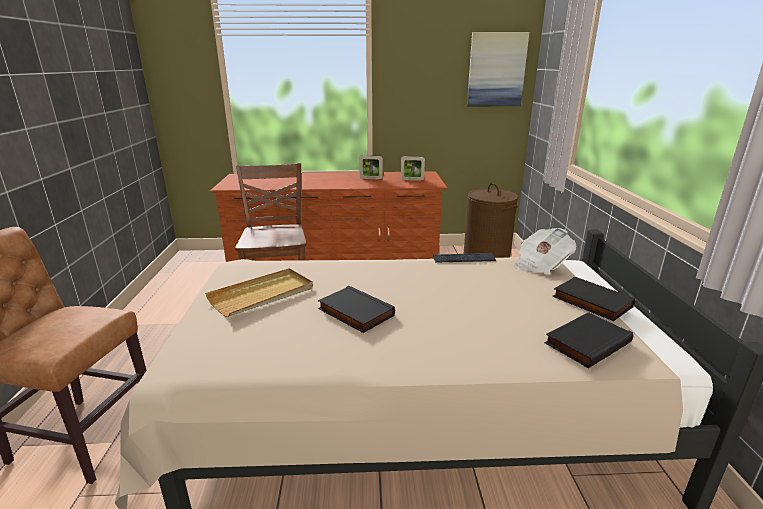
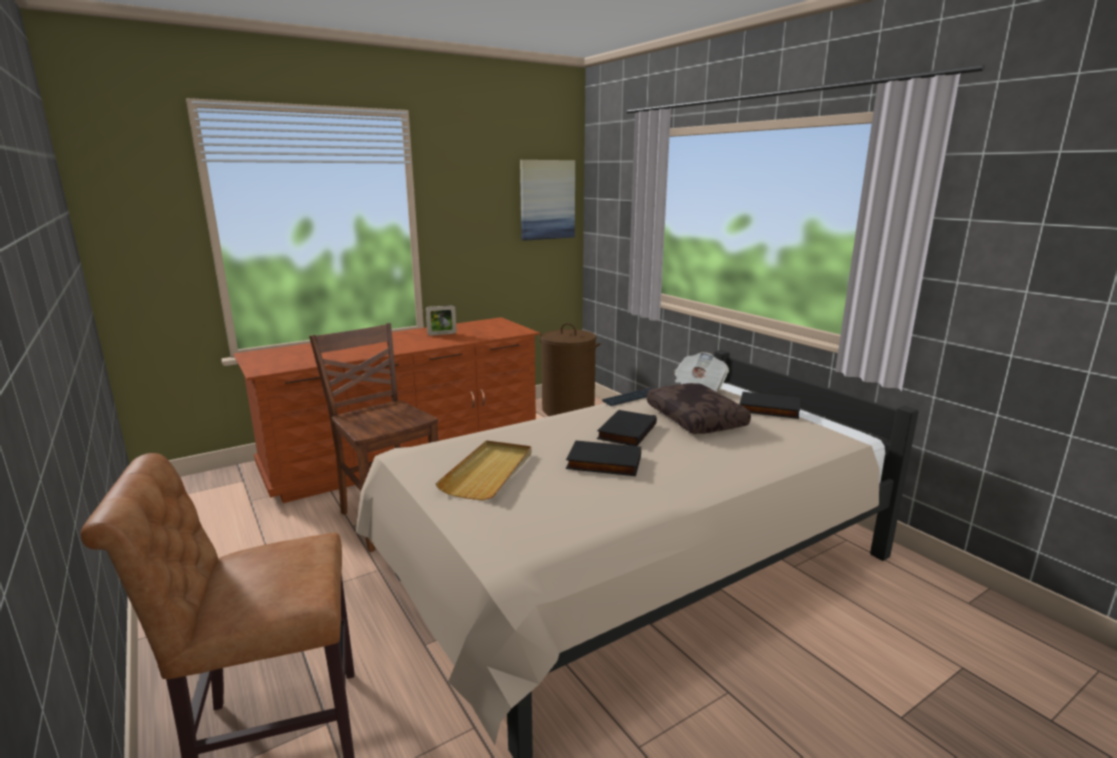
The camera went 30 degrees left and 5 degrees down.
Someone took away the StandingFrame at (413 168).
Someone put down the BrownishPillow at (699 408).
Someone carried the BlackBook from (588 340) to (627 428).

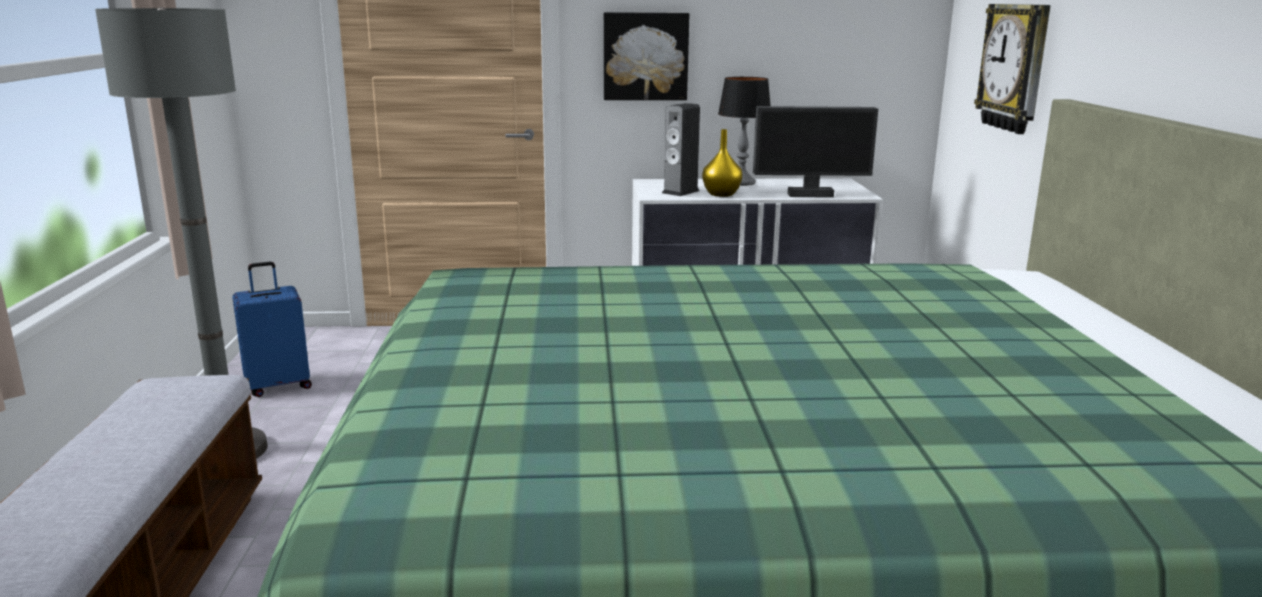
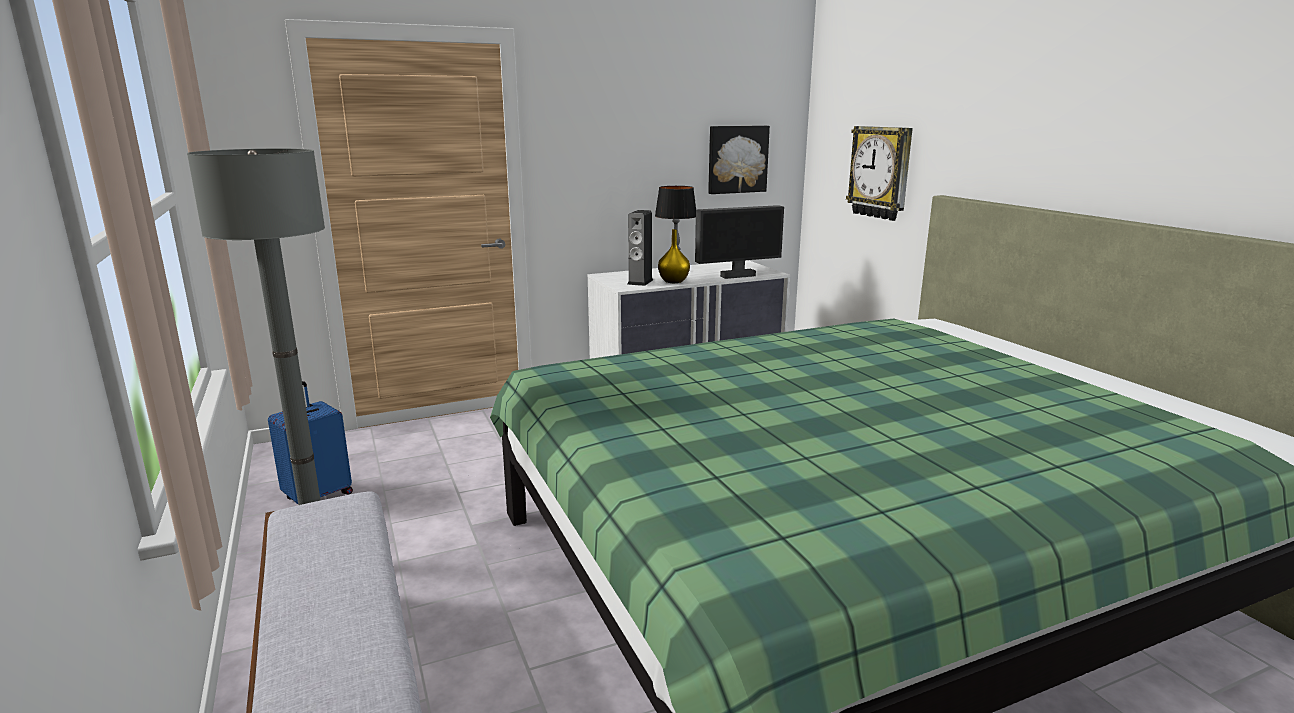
The camera went 20 degrees left and 0 degrees up.
Someone carried the WallArt from (646 56) to (739 160).

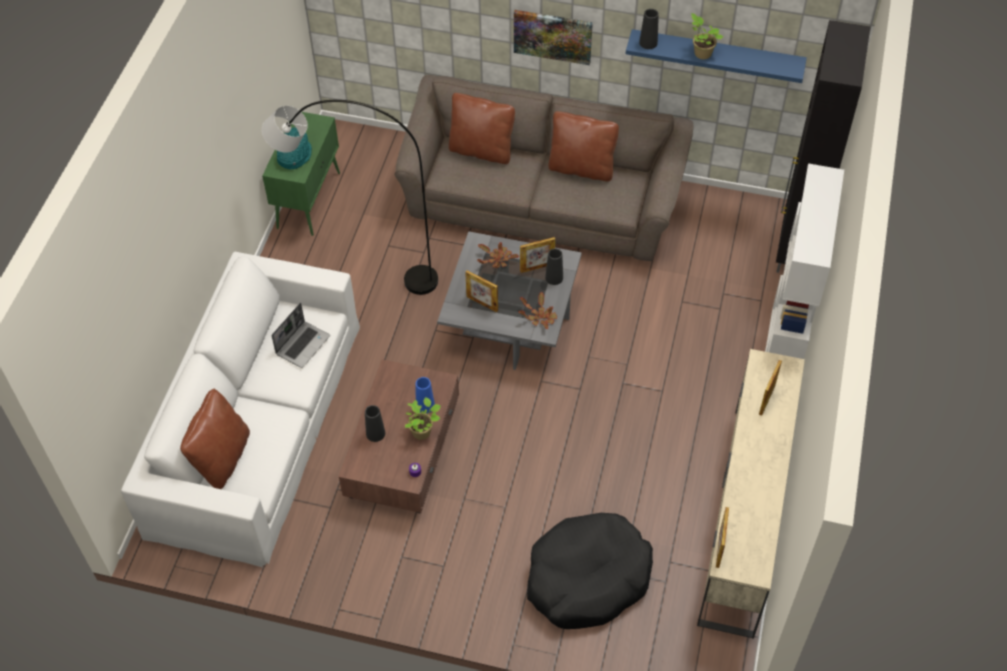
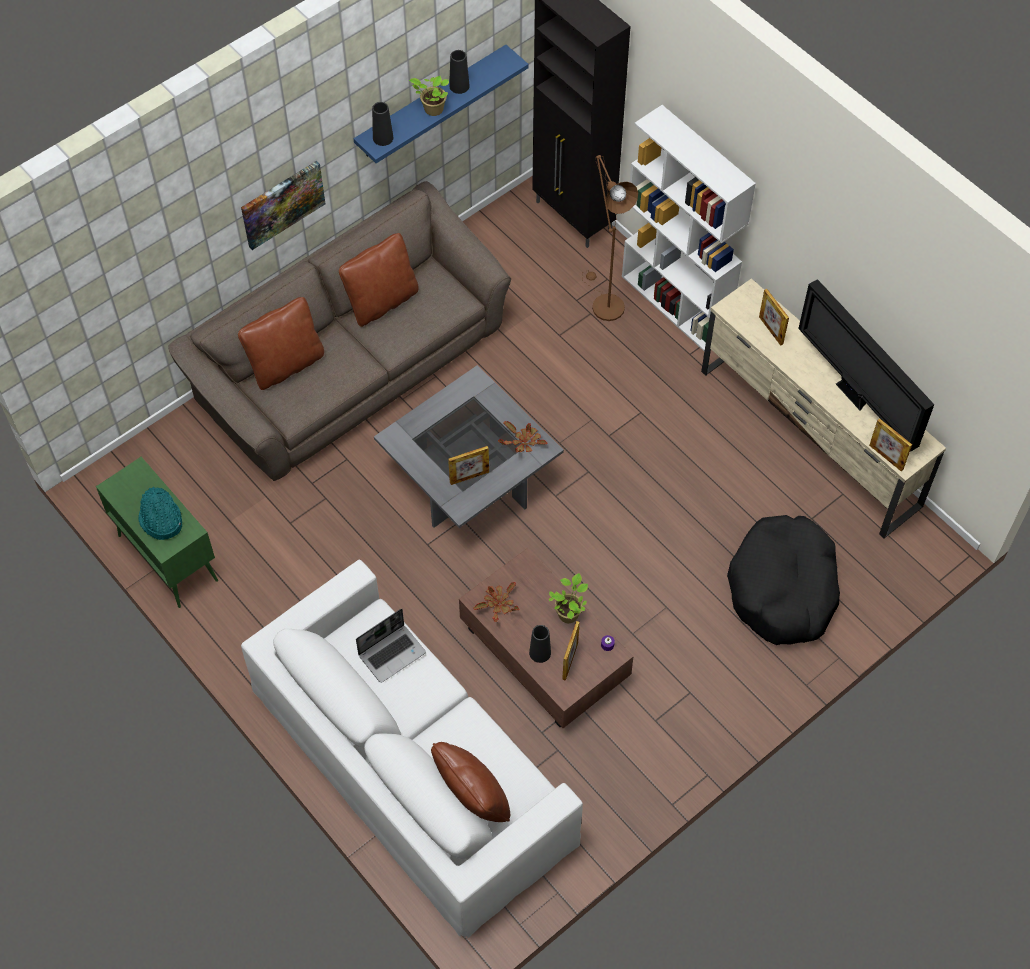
The camera went 55 degrees left and 5 degrees up.
Someone took away the GreyStandingLamp at (350 197).
Someone took away the BluishFlowerVase at (425 395).
Someone put down the BrownishStandingLamp at (610 238).
Someone put down the Television at (866 365).
Someone carried the PottedPlant from (498 255) to (496 602).
Someone carried the StandingFrame from (537 255) to (571 651).
Someone carried the BlackFlowerVase from (554 266) to (459 72).
Someone rotated the Laptop at (301 335) by 75 degrees clockwise.

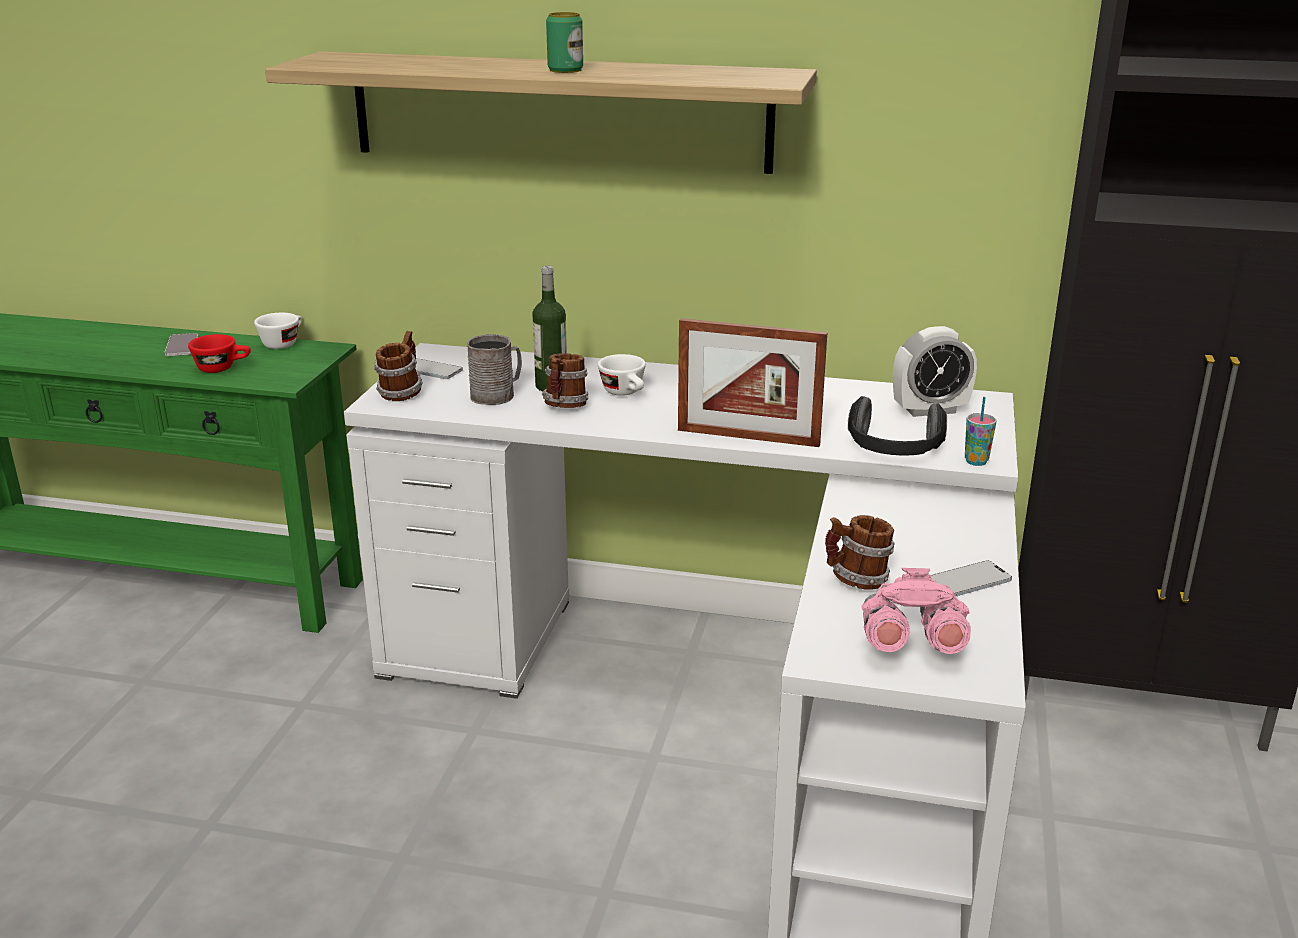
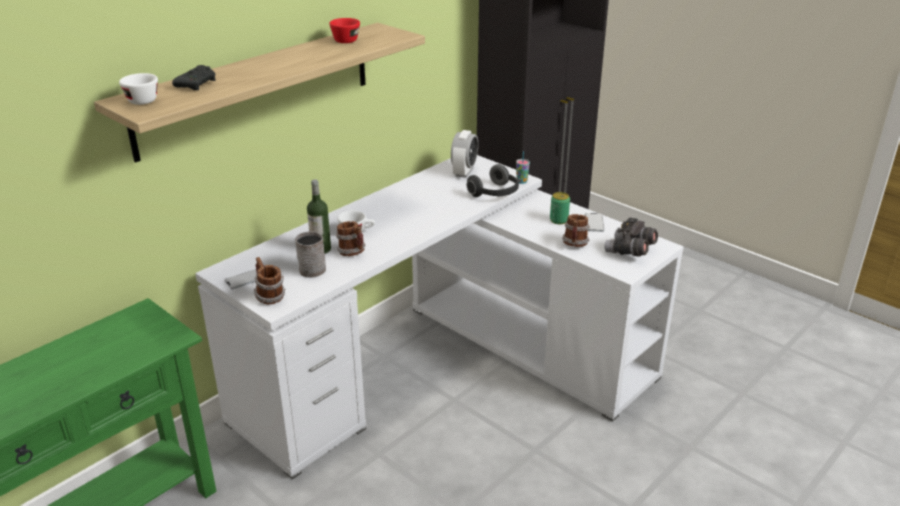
The camera went 60 degrees left and 5 degrees up.
Someone took away the Telephone at (181 344).
Someone took away the StandingFrame at (752 382).
Someone put down the BlackJoypad at (194 77).
Someone carried the ReddishDrinkingCup from (219 353) to (344 30).
Someone carried the WhitishDrinkingCup from (278 331) to (138 89).
Someone carried the Can from (564 42) to (560 208).
Someone repainted the PinkishBinoculars at (916 611), which became the GreyBinoculars at (631 237).

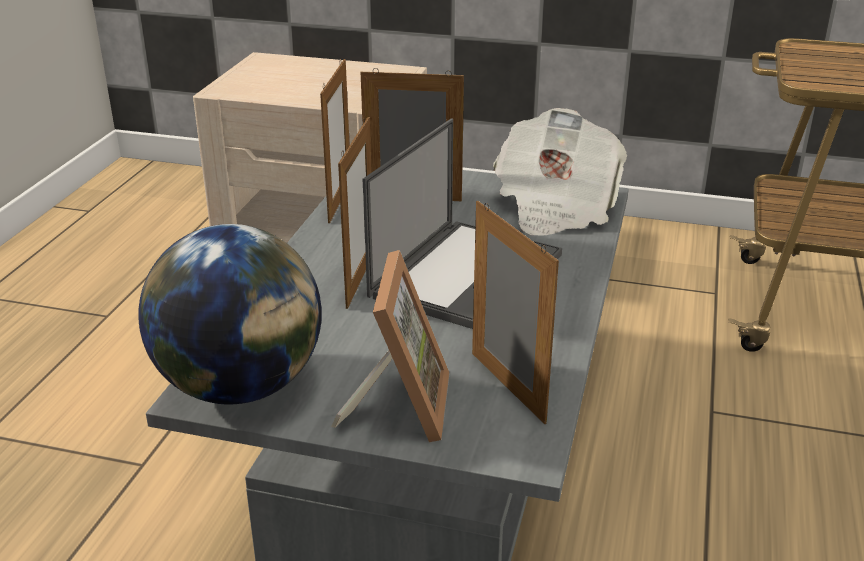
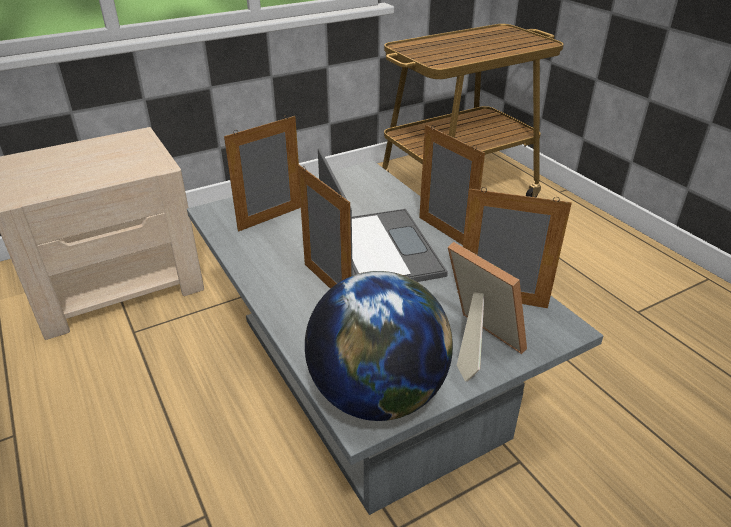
The camera went 45 degrees left and 5 degrees up.
Someone took away the PrintedPaper at (560 172).
Someone carried the StandingFrame from (335 141) to (452 185).

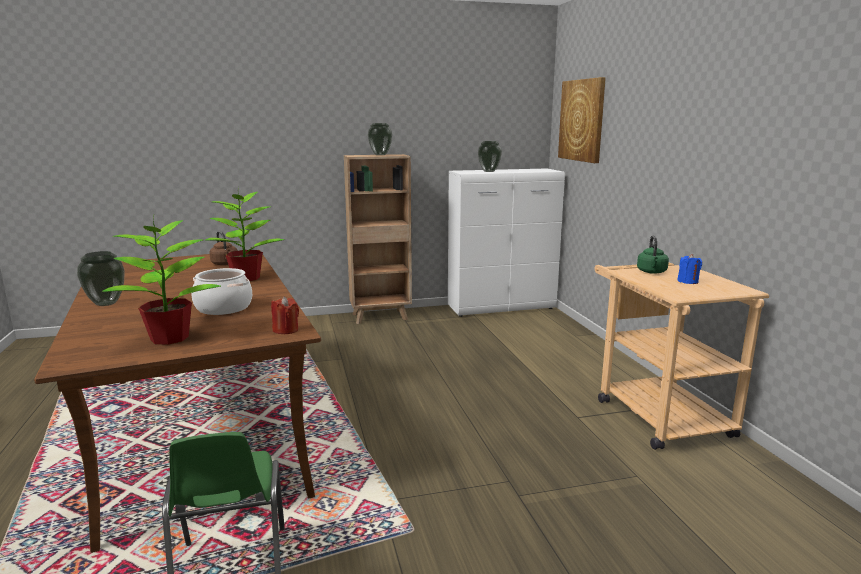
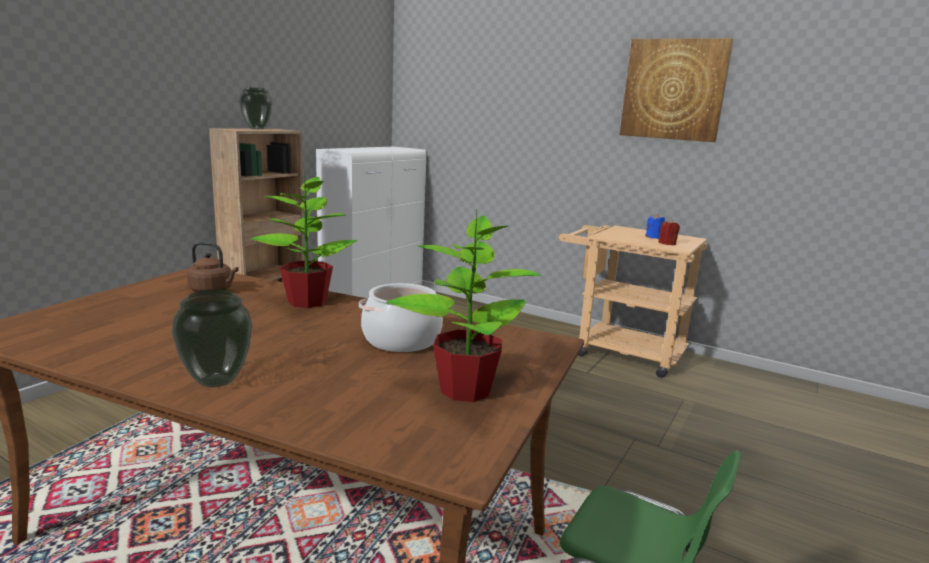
The camera went 45 degrees left and 0 degrees up.
Someone took away the FlowerVase at (490 156).
Someone took away the GreenishTeaKettle at (653 255).
Someone carried the ReddishWaxCandle from (285 315) to (669 232).
Someone carried the WallArt from (582 120) to (677 90).

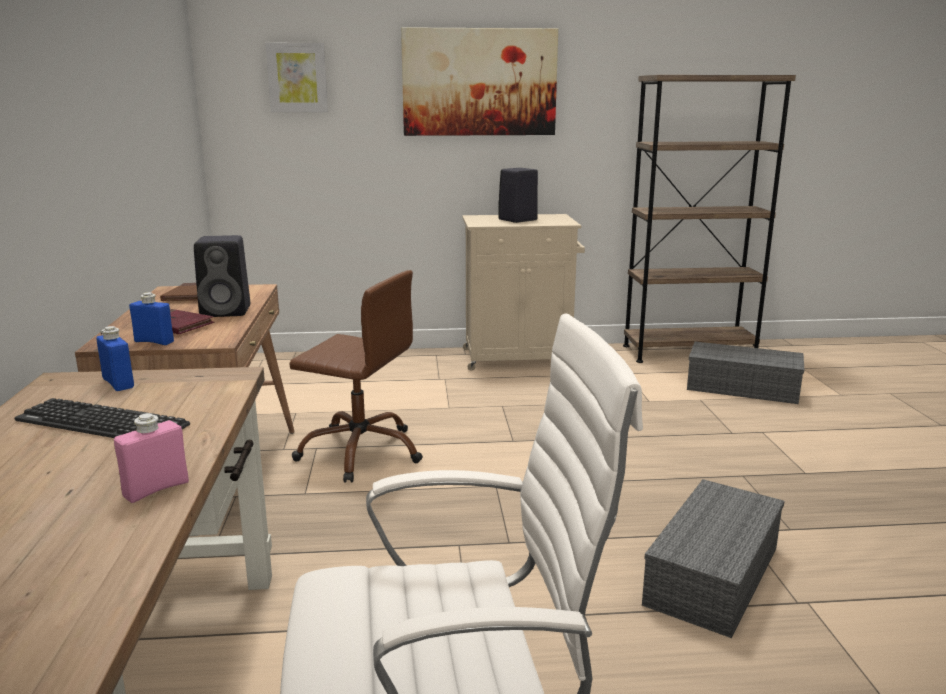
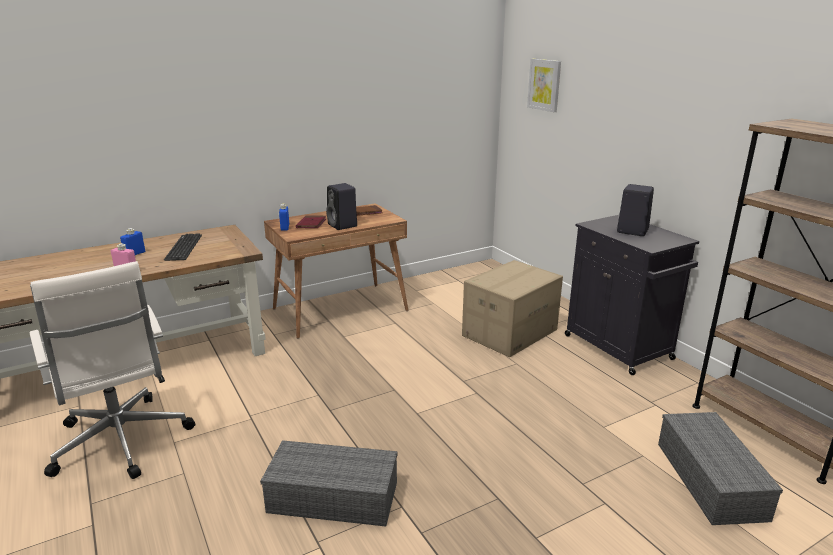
The camera went 65 degrees right and 5 degrees up.
Someone took away the BrownishDeskChair at (356 376).
Someone took away the WallArt at (479 81).
Someone put down the CardboardBox at (512 308).
Someone carried the BluishDrinkBottle from (115 358) to (133 241).
Someone repainted the BeigeCabinet at (523 292), which became the BlackCabinet at (632 295).

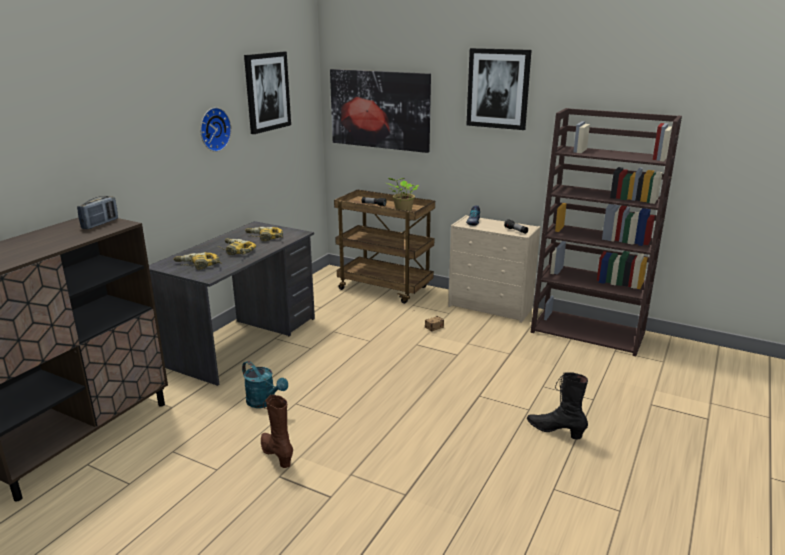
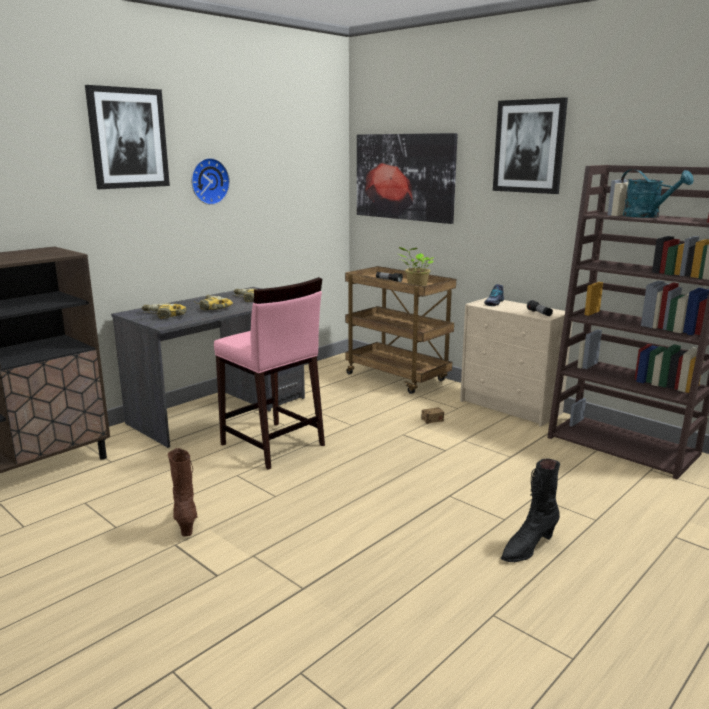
The camera went 15 degrees right and 5 degrees down.
Someone took away the RadioSet at (97 212).
Someone put down the PinkishSittingStool at (269 373).
Someone carried the TurquoiseSprinklingCan from (265 384) to (657 193).
Someone carried the WallArt from (267 93) to (127 137).
Someone rotated the BlackHighTopBoot at (557 406) by 90 degrees counterclockwise.

